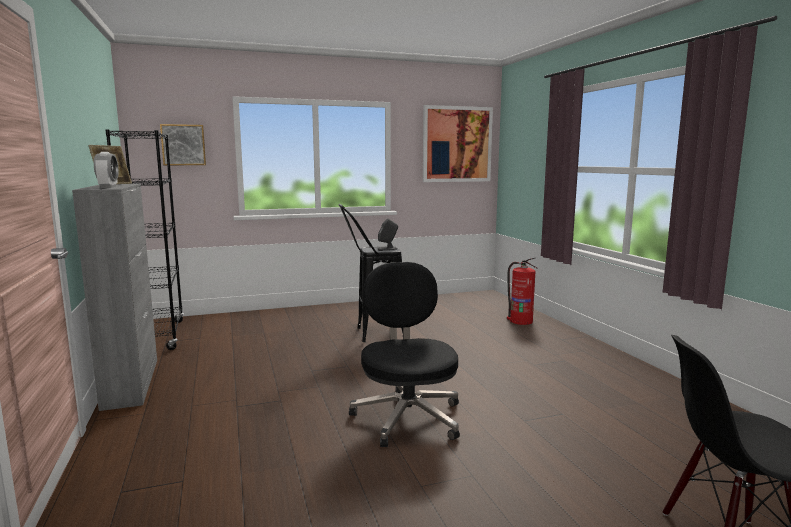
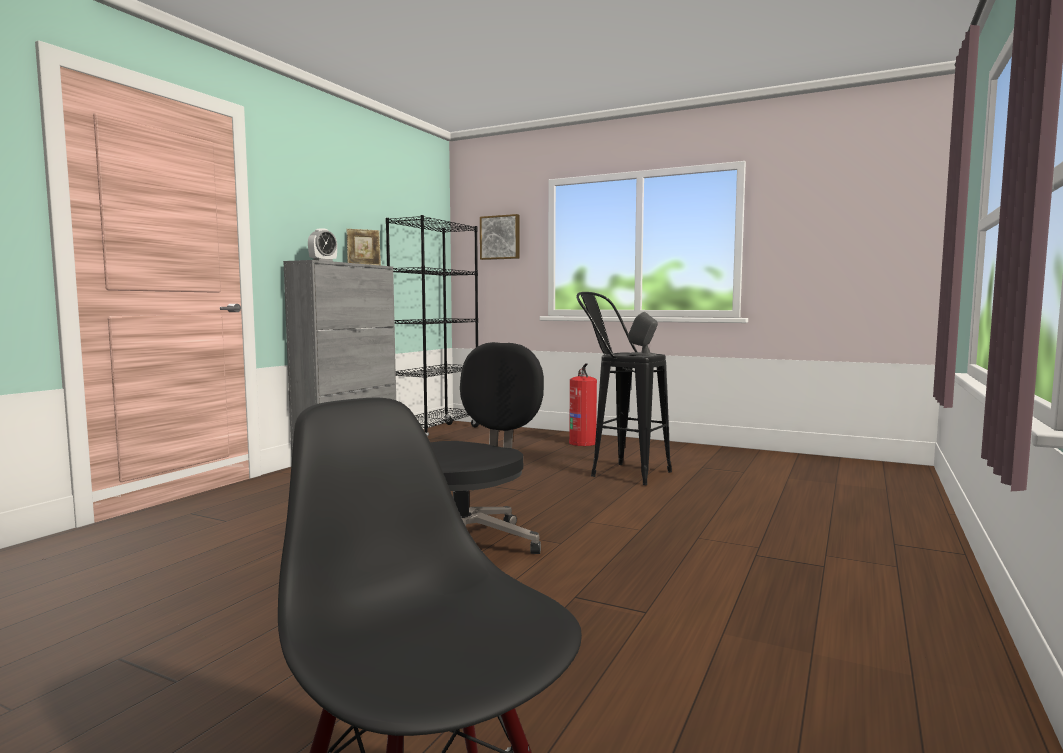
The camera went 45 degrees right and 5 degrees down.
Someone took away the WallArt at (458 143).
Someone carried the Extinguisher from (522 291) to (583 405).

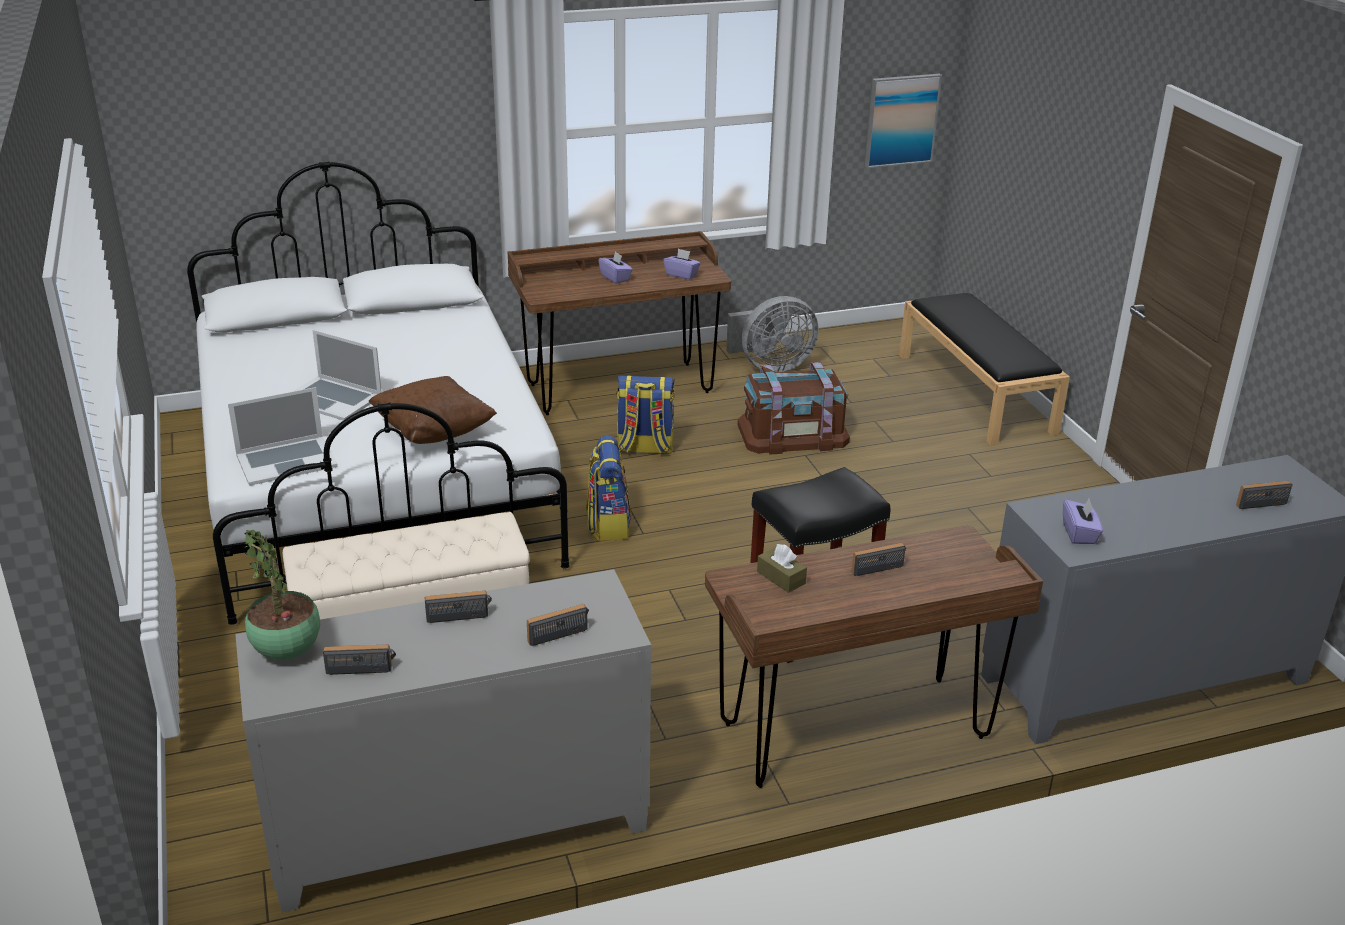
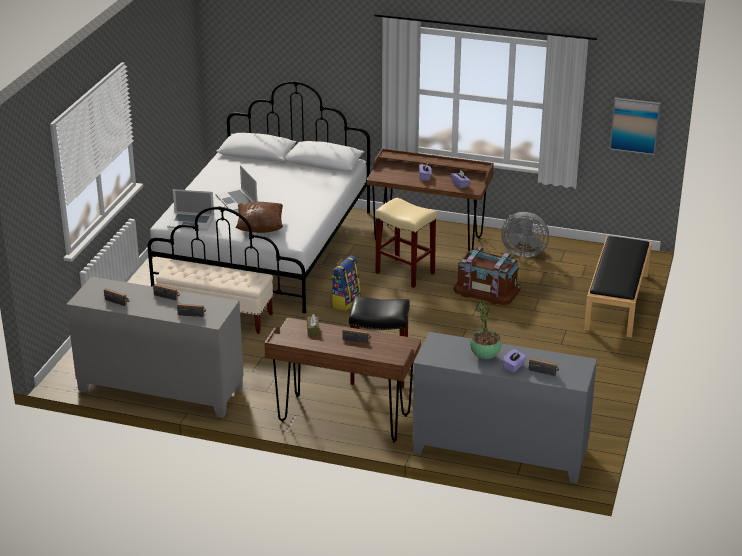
The camera went 35 degrees right and 0 degrees up.
Someone carried the PottedPlant from (282 595) to (485 330).
Someone carried the PurpleColouredTissueHolder from (1083 521) to (514 361).
Someone swapped the Backpack at (645 414) for the BeigeSittingStool at (406 242).

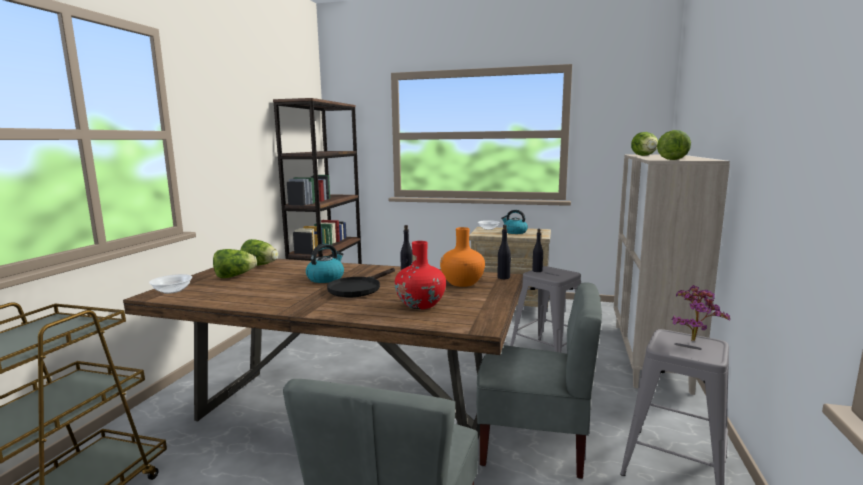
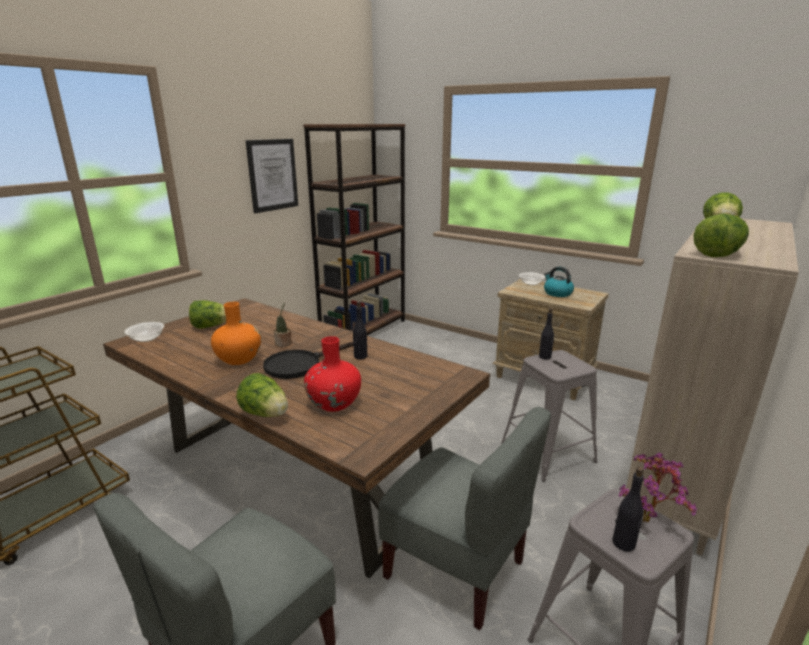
The camera went 20 degrees right and 10 degrees up.
Someone put up the WallArt at (272 176).
Someone carried the Lettuce from (259 252) to (262 395).
Someone carried the OrangeColouredFlowerVase from (462 257) to (236 333).
Someone carried the BlackDrinkBottle from (504 252) to (628 509).
Someone swapped the TeaKettle at (325 263) for the PottedPlant at (283 325).

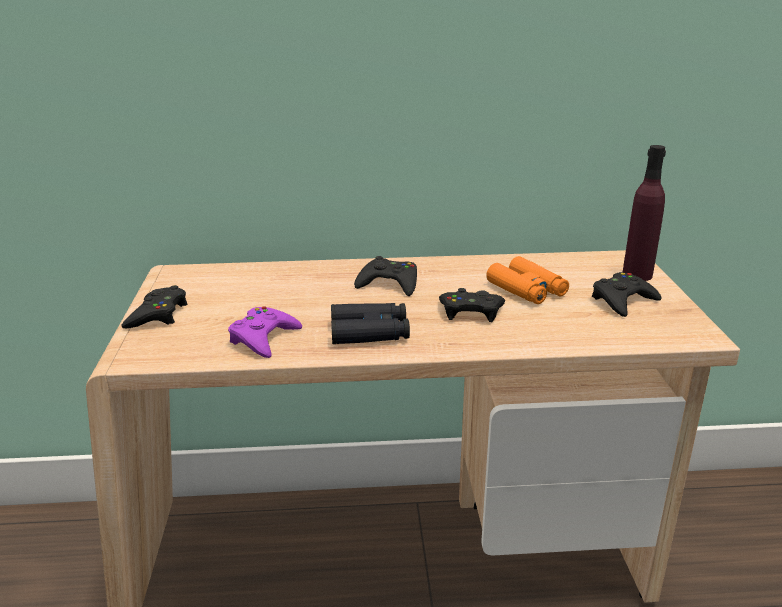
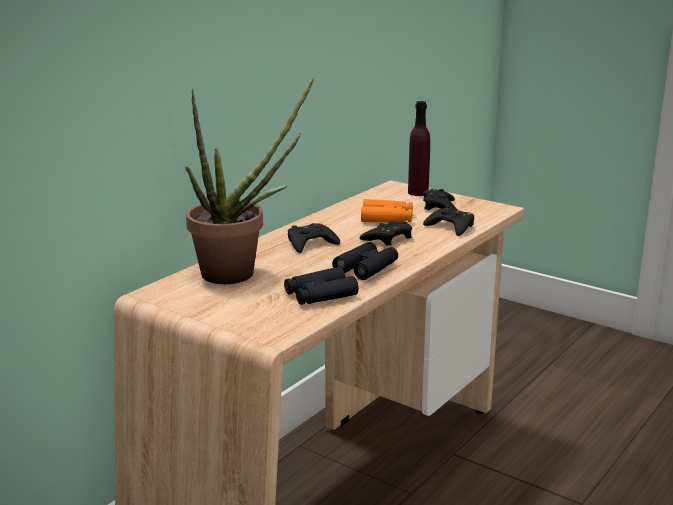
The camera went 50 degrees left and 5 degrees down.
Someone put down the PottedPlant at (250 179).
Someone carried the BlackJoypad from (154 306) to (448 220).
Someone swapped the PurpleColouredJoypad at (265 332) for the BlackBinoculars at (321 286).

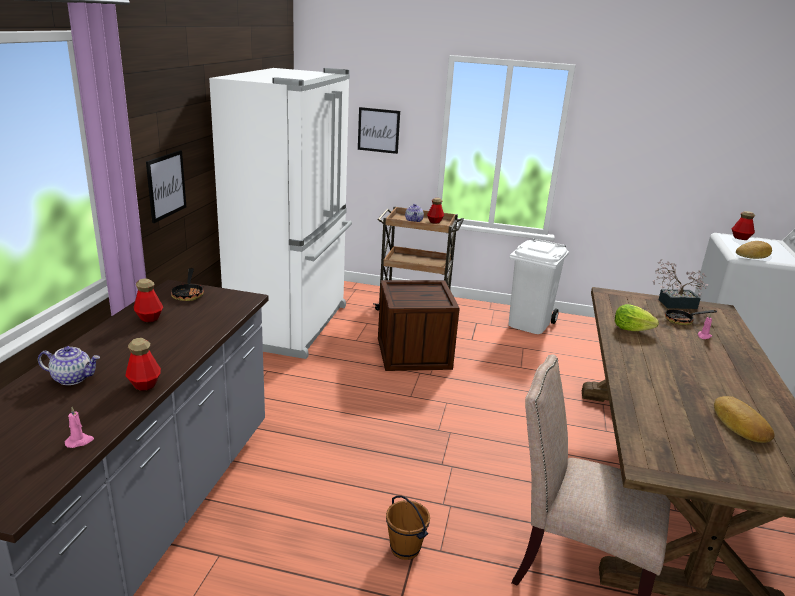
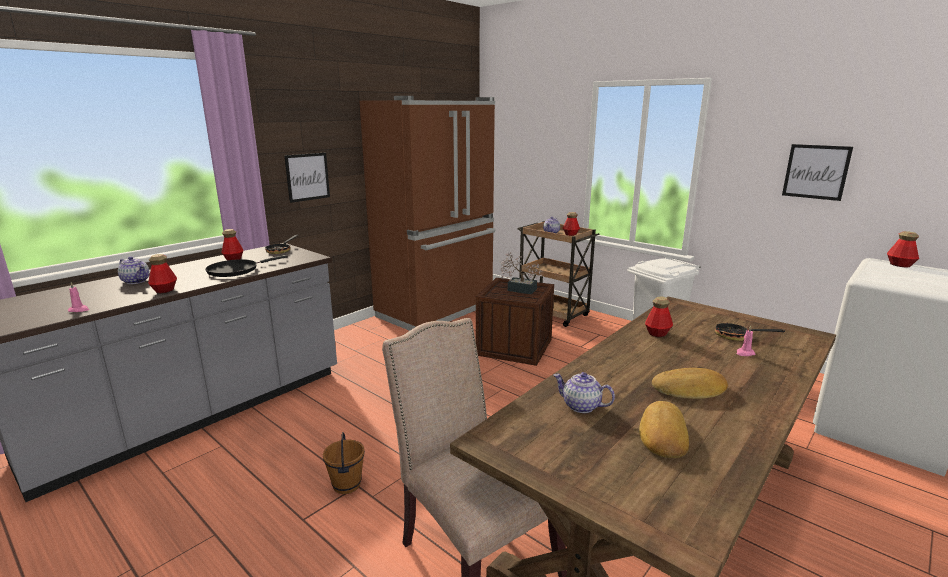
The camera went 30 degrees right and 5 degrees down.
Someone put down the BlackSkillet at (246 266).
Someone put down the PotForTea at (584 392).
Someone carried the WallArt from (379 130) to (817 172).
Someone carried the PottedPlant from (680 284) to (521 273).
Someone carried the Bread from (754 250) to (690 383).
Someone swapped the Lettuce at (637 317) for the DrinkBottle at (659 317).
Someone repainted the WhitishKitchenFridge at (280 213), which became the BrownishKitchenFridge at (427 213).

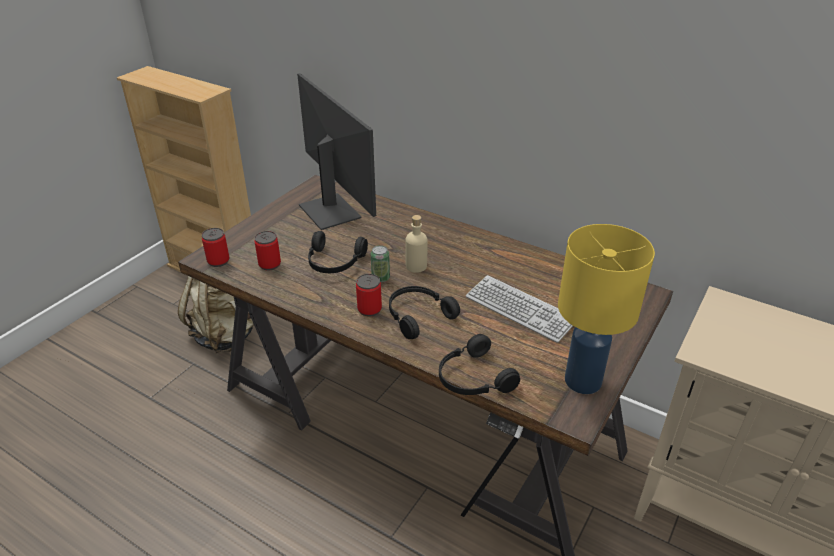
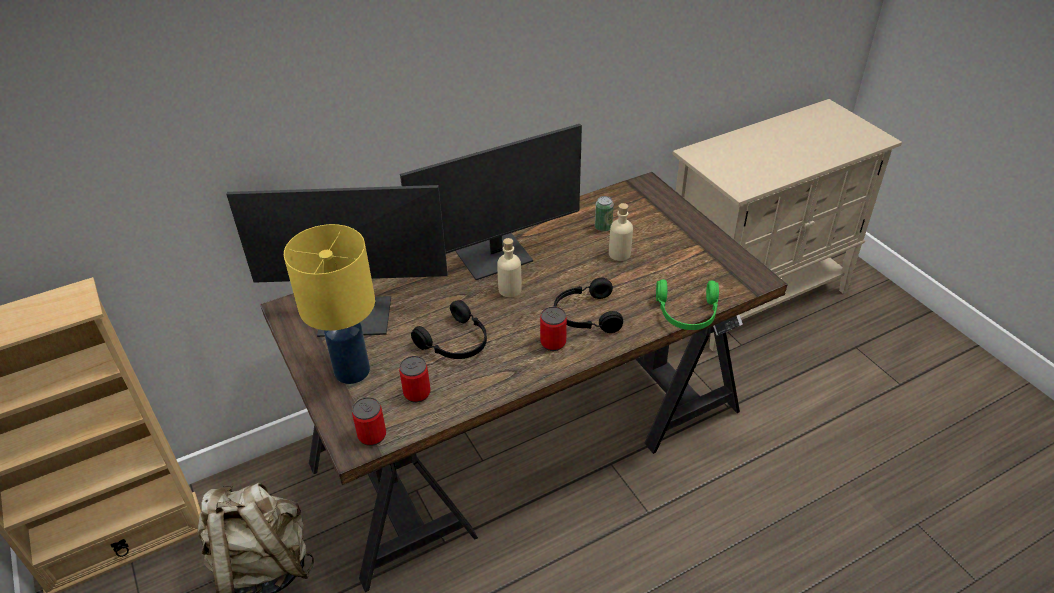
The camera went 60 degrees left and 5 degrees up.
Someone put down the Monitor at (491 202).
Someone carried the Can from (380 263) to (604 214).
Someone carried the YellowishTableLamp from (606 309) to (329 304).
Someone swapped the ComputerKeyboard at (519 309) for the BeigeDrinkBottle at (621 232).
Someone repainted the BlackPairOfHeadphones at (479 364), which became the GreenishPairOfHeadphones at (687 304).

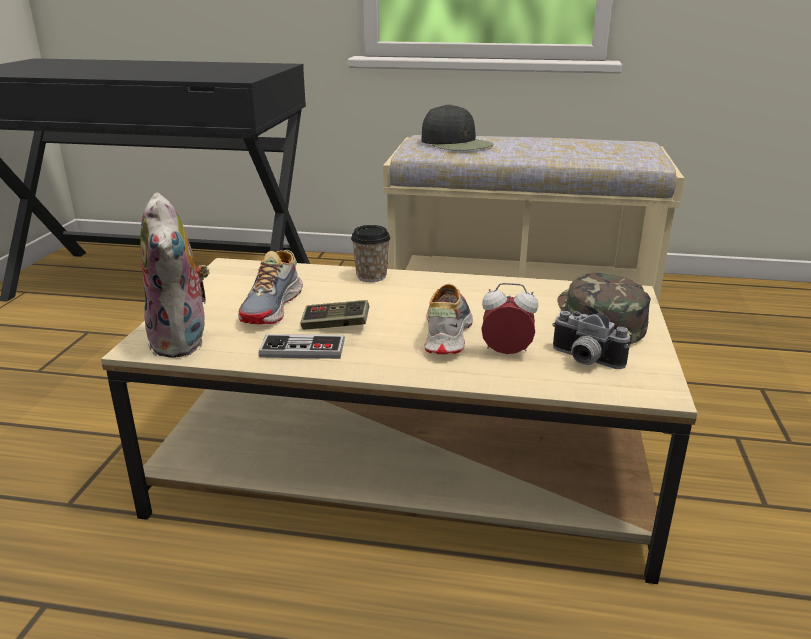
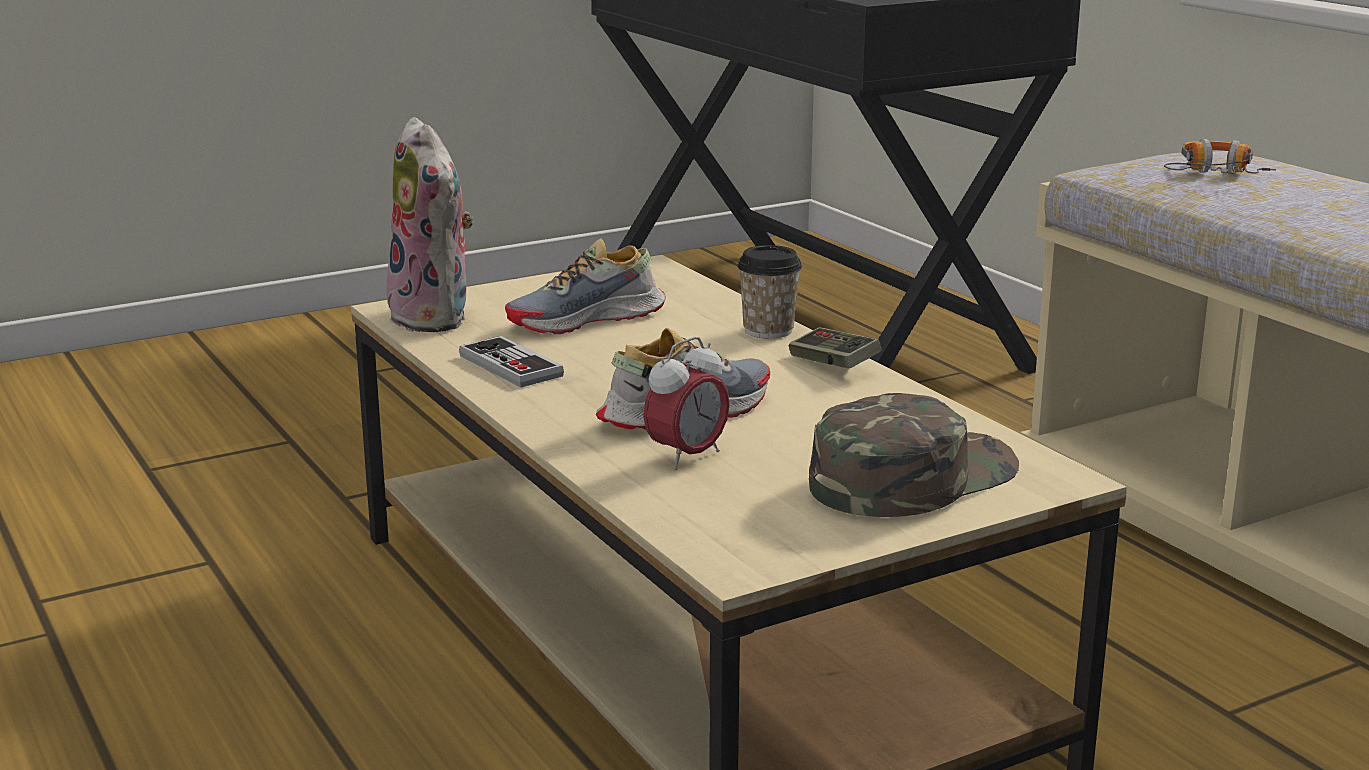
The camera went 50 degrees right and 5 degrees down.
Someone took away the StillCamera at (591 340).
Someone carried the Joypad from (335 315) to (835 347).
Someone swapped the BlackCap at (458 127) for the PairOfHeadphones at (1220 156).
Someone rotated the SoftToy at (174 275) by 60 degrees counterclockwise.
Someone rotated the TableClock at (509 318) by 75 degrees clockwise.

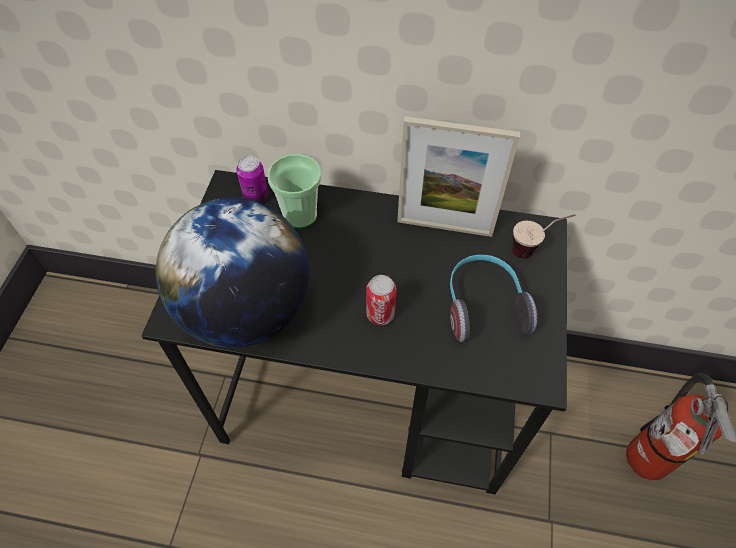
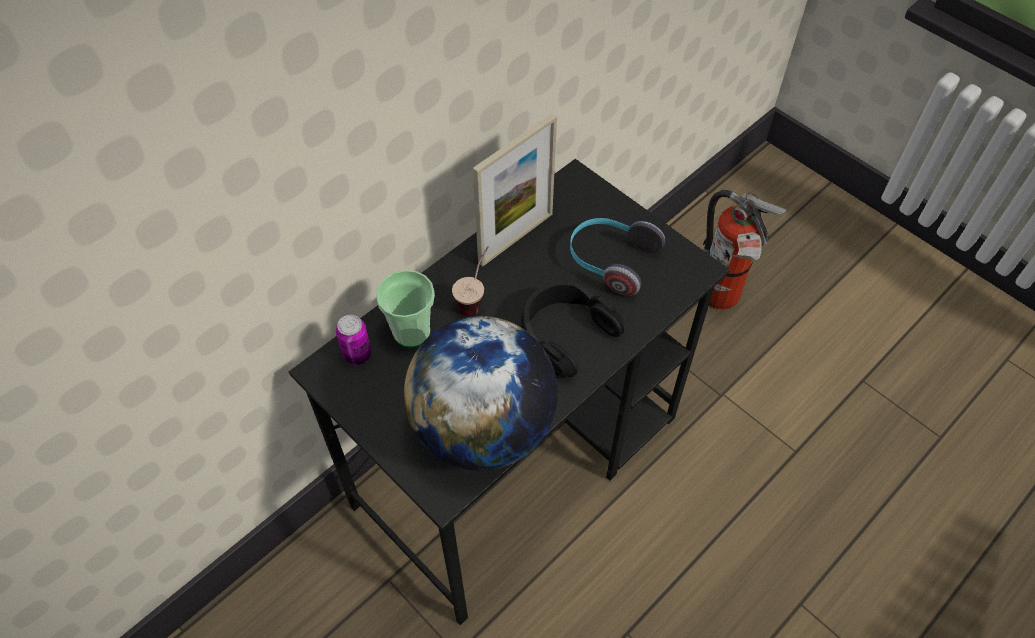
The camera went 55 degrees left and 0 degrees up.
Someone carried the DrinkingCup from (544 236) to (470 281).
Someone swapped the Can at (381 300) for the BlackPairOfHeadphones at (572 329).

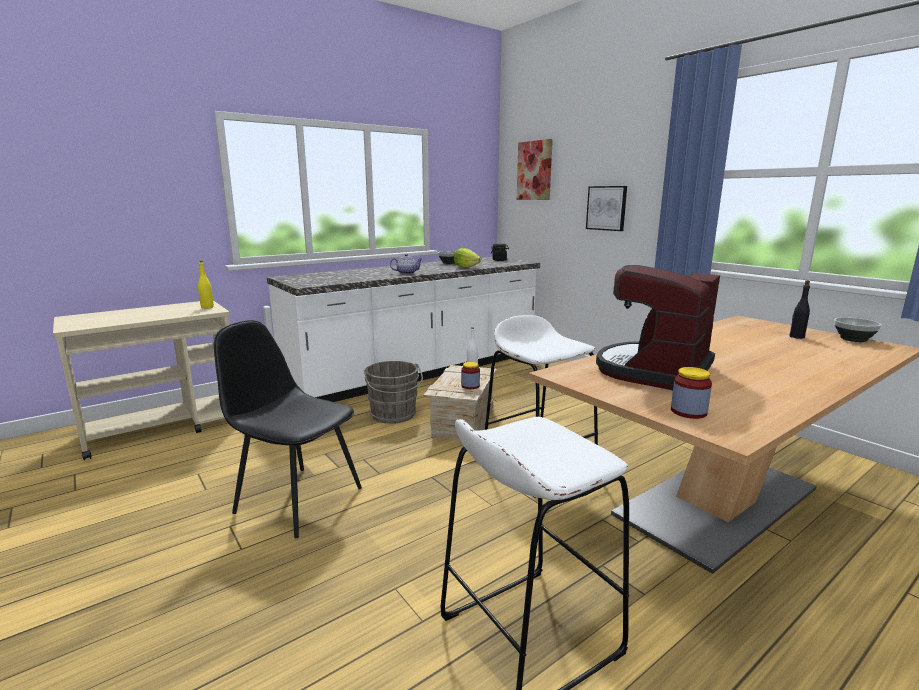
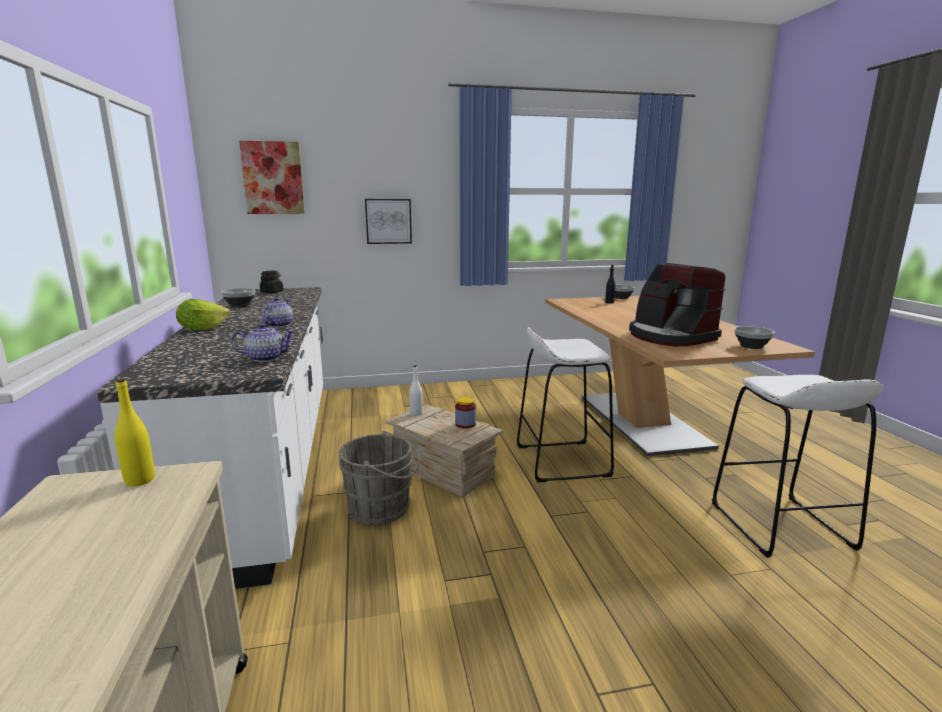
The camera went 65 degrees left and 0 degrees up.
Someone took away the BlackPlainChair at (288 429).
Someone put down the PotForTea at (263 342).
Someone carried the Lettuce from (467 258) to (203 314).
Someone swapped the StorageJar at (691 393) for the Bowl at (754 337).

